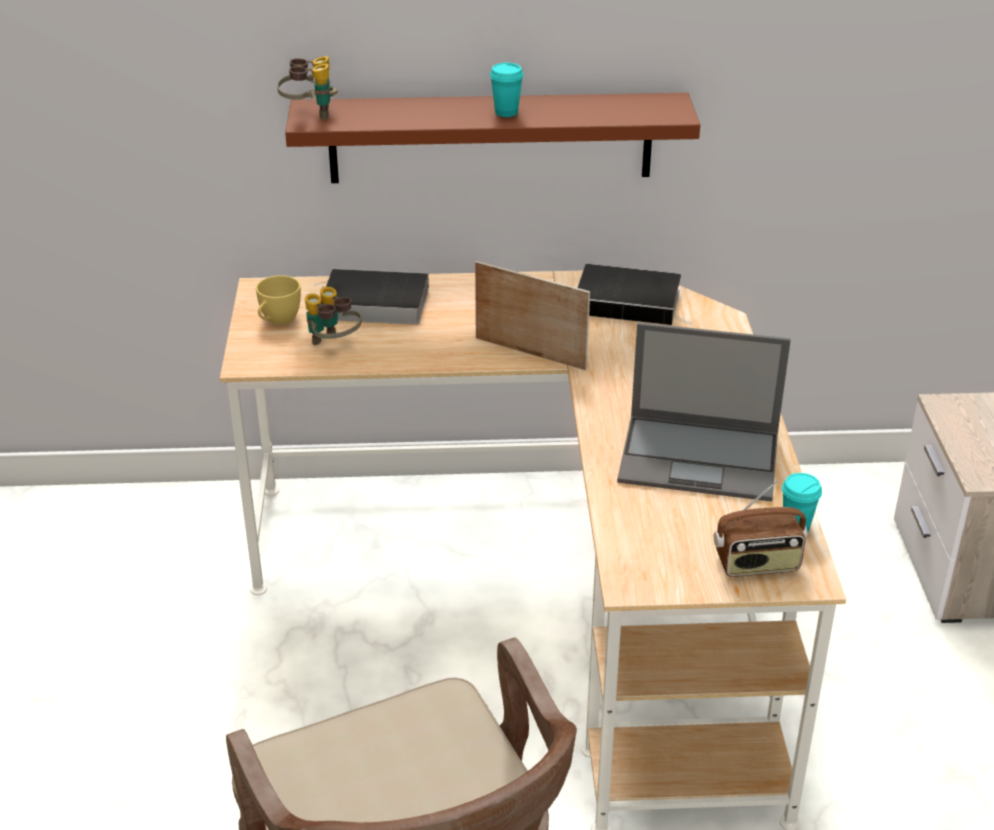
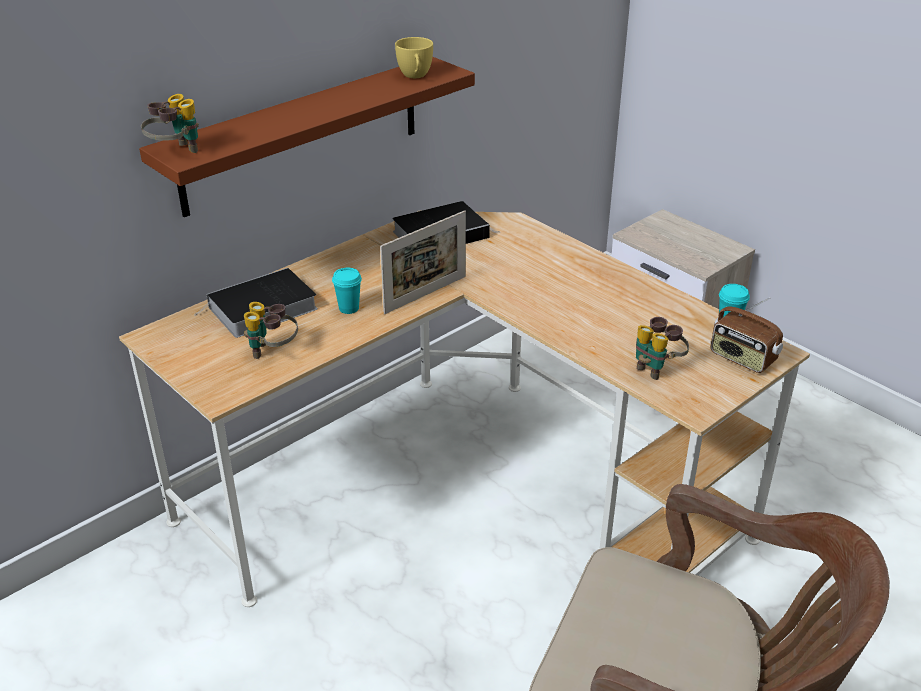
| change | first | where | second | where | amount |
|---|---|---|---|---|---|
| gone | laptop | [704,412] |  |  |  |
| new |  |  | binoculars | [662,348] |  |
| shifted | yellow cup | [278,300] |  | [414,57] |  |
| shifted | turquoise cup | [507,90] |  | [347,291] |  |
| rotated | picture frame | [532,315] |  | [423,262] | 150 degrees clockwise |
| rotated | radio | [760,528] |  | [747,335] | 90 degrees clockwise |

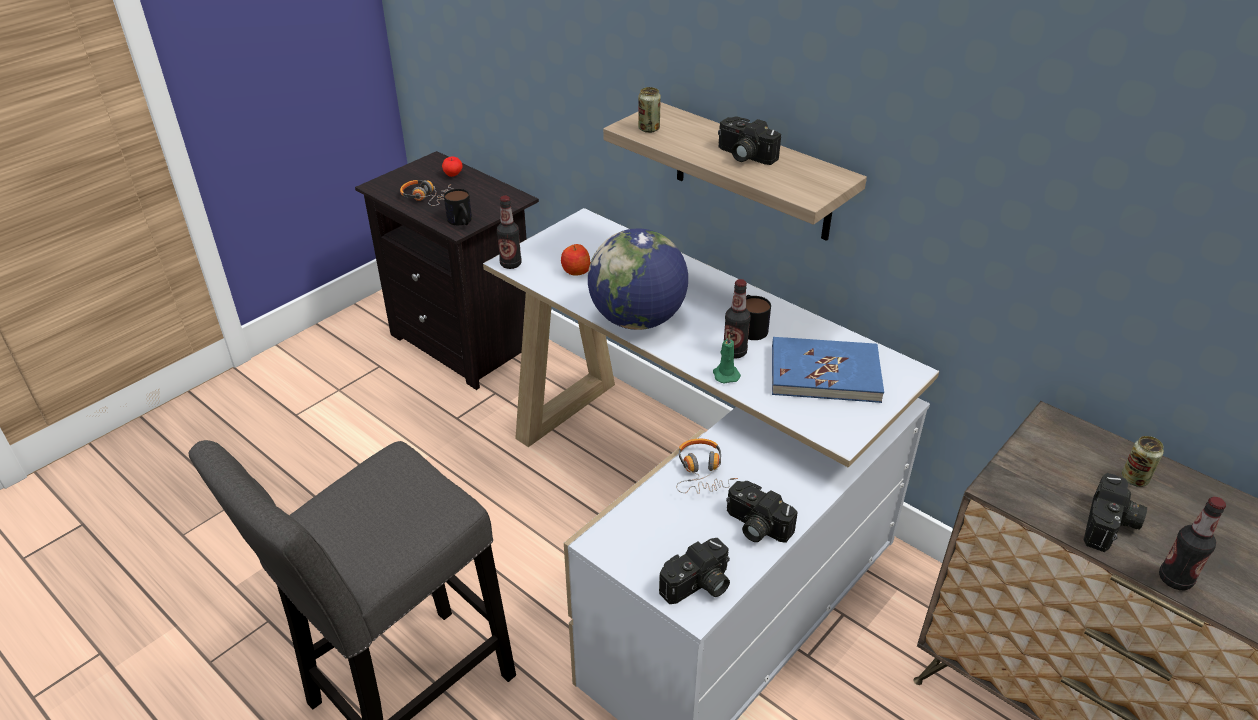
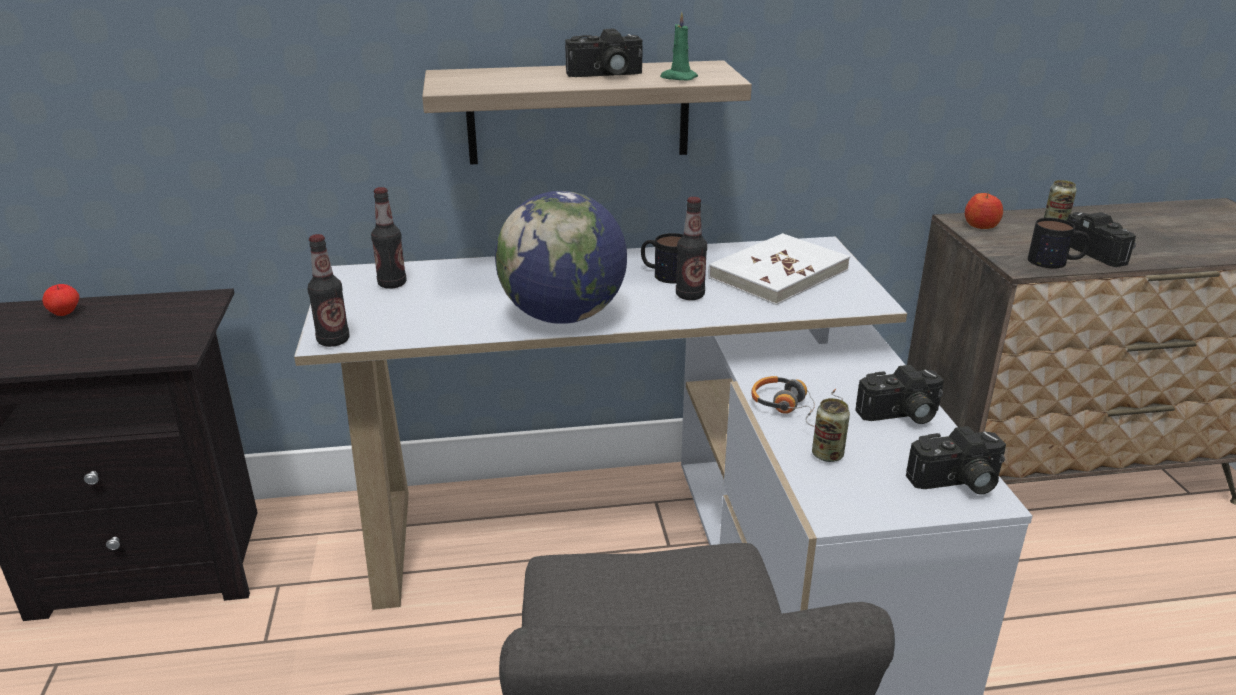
| change | first | where | second | where | amount |
|---|---|---|---|---|---|
| gone | headphones | [426,193] |  |  |  |
| shifted | mug | [458,207] |  | [1059,243] |  |
| shifted | apple | [575,259] |  | [984,210] |  |
| shifted | can | [649,110] |  | [831,430] |  |
| shifted | green candle | [727,358] |  | [679,46] |  |
| shifted | bottle | [1192,543] |  | [389,238] |  |
| repainted | blue book | [828,370] | white book | [779,269] |  |
| rotated | photo camera | [694,571] |  | [956,460] | 75 degrees clockwise |

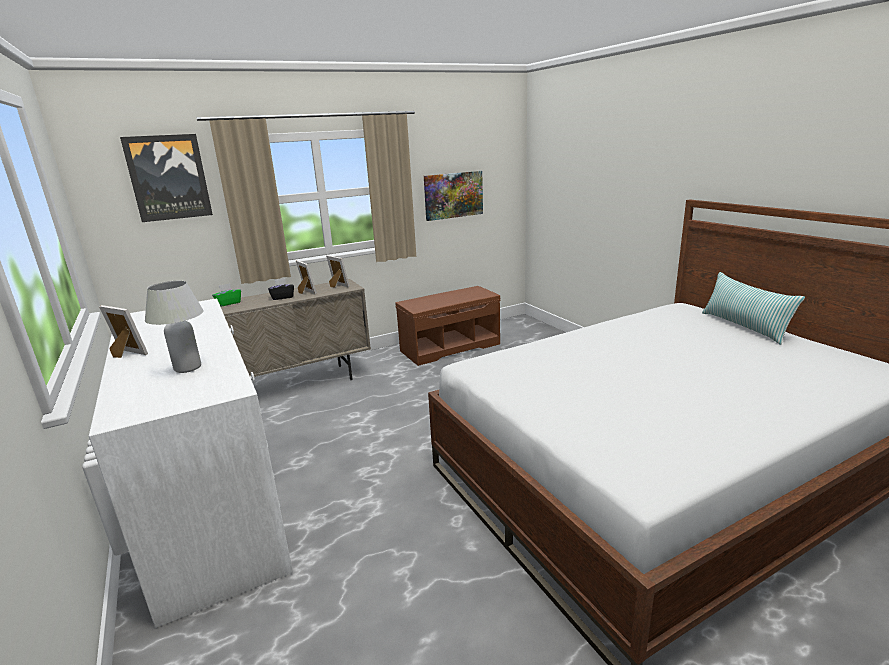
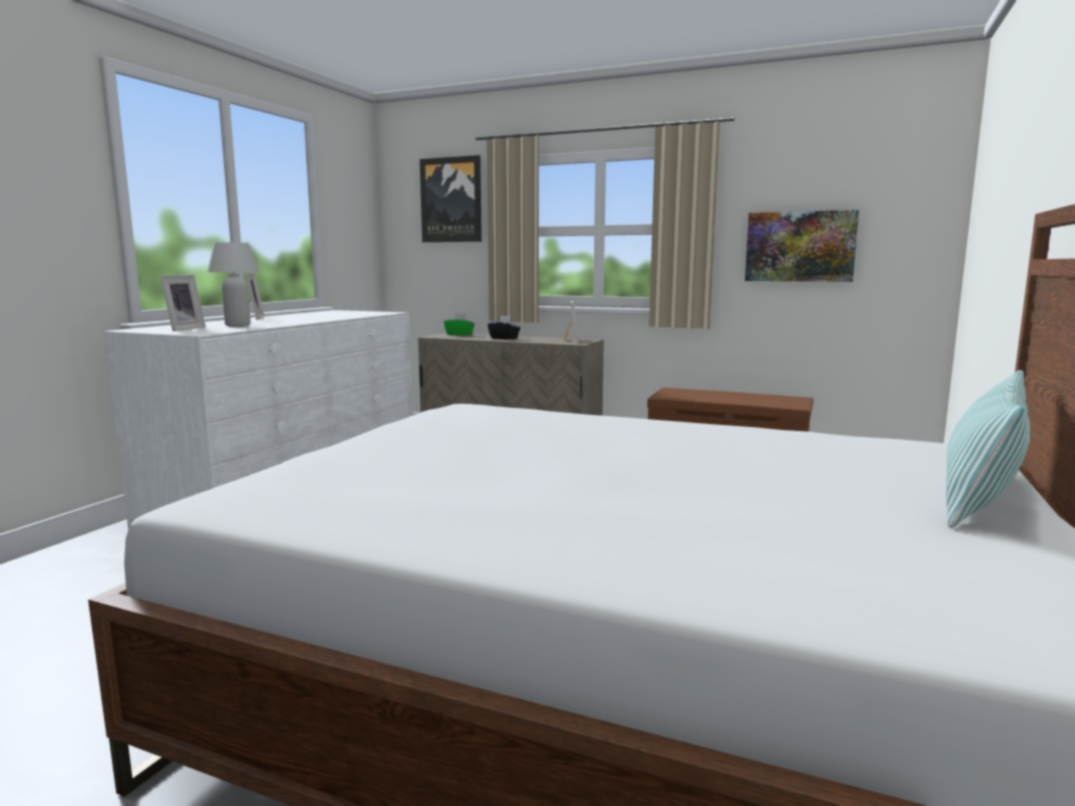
| change | first | where | second | where | amount |
|---|---|---|---|---|---|
| shifted | picture frame | [306,277] |  | [183,303] |  |

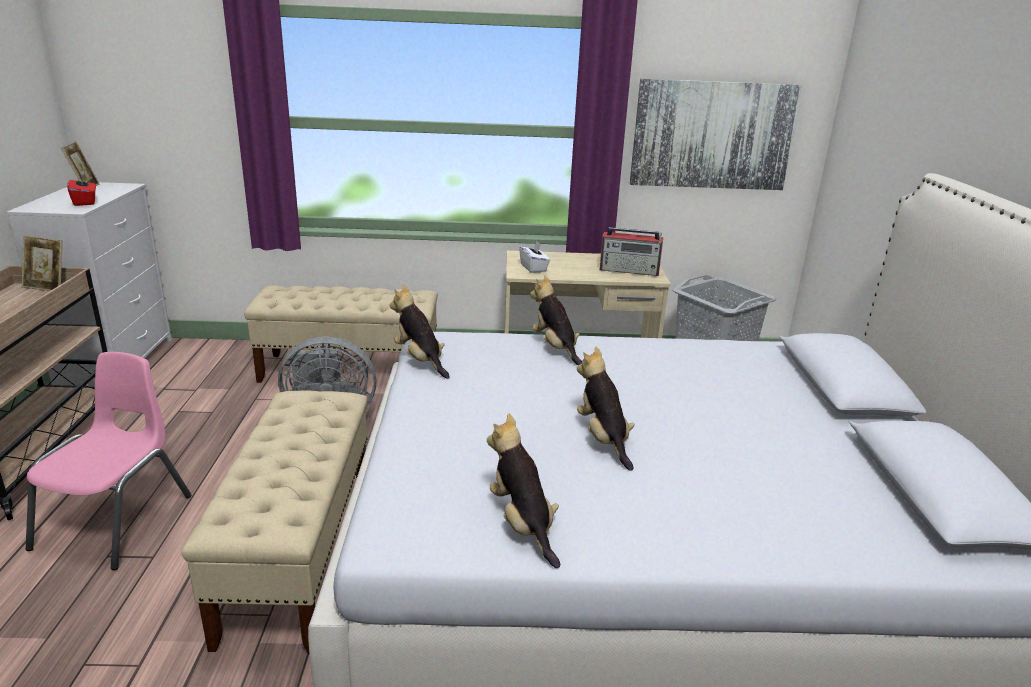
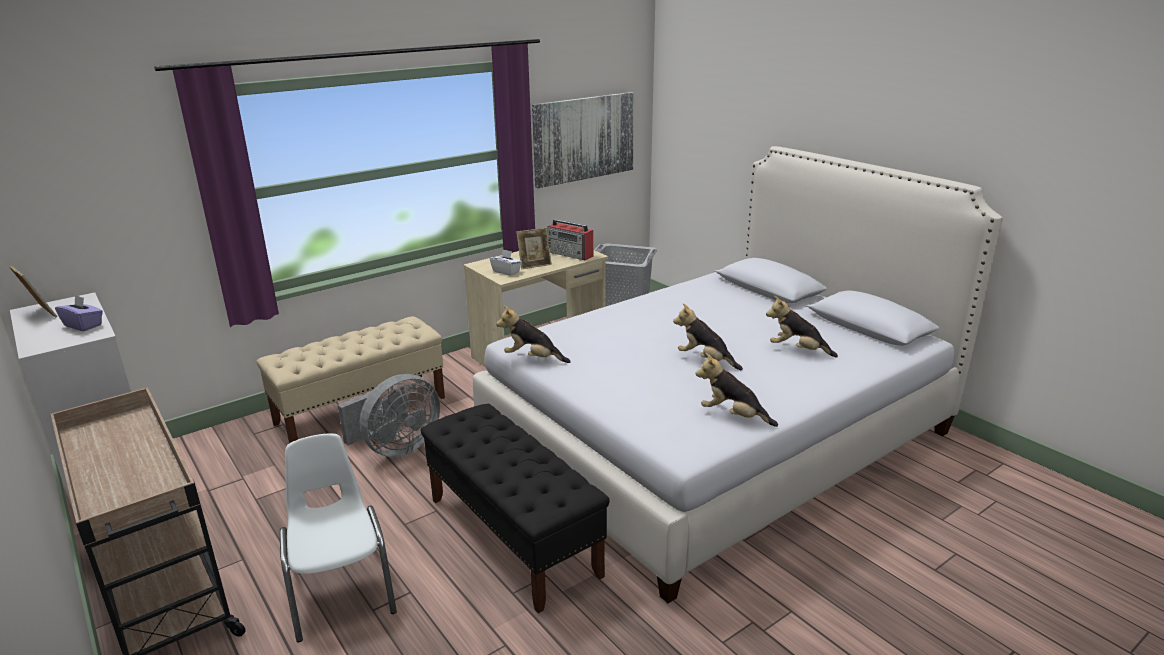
| change | first | where | second | where | amount |
|---|---|---|---|---|---|
| shifted | picture frame | [42,263] |  | [534,248] |  |
| shifted | plush toy | [556,320] |  | [802,327] |  |
| repainted | pink chair | [109,461] | white chair | [338,537] |  |
| repainted | red tissue box | [81,189] | purple tissue box | [79,313] |  |
| repainted | beige bench | [274,522] | black bench | [515,508] |  |
| rotated | radio | [631,251] |  | [570,240] | 60 degrees clockwise |

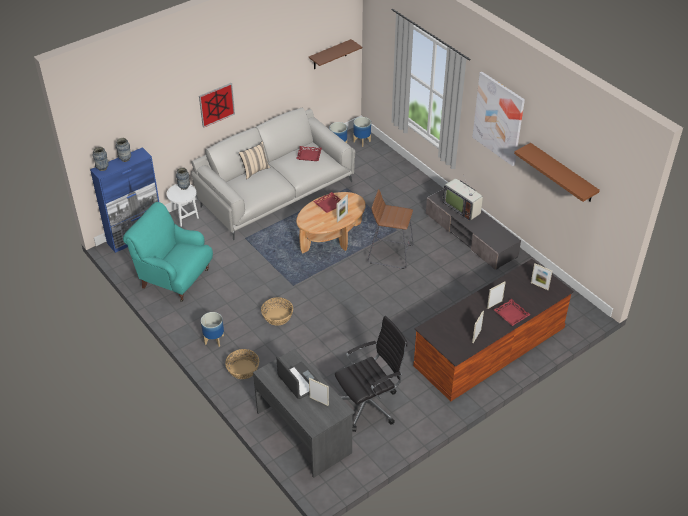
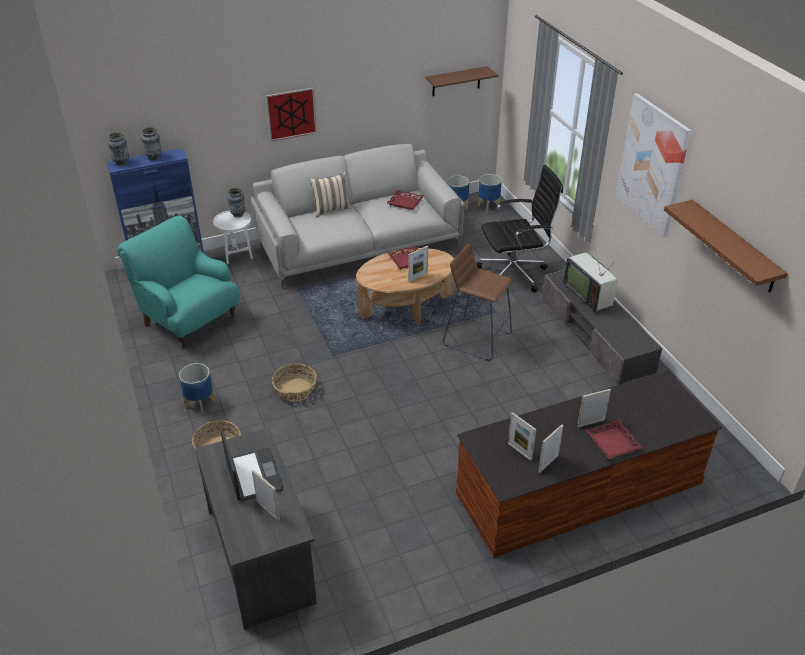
| change | first | where | second | where | amount |
|---|---|---|---|---|---|
| shifted | black office chair | [371,374] |  | [519,229] |  |
| shifted | picture frame | [542,277] |  | [522,436] |  |

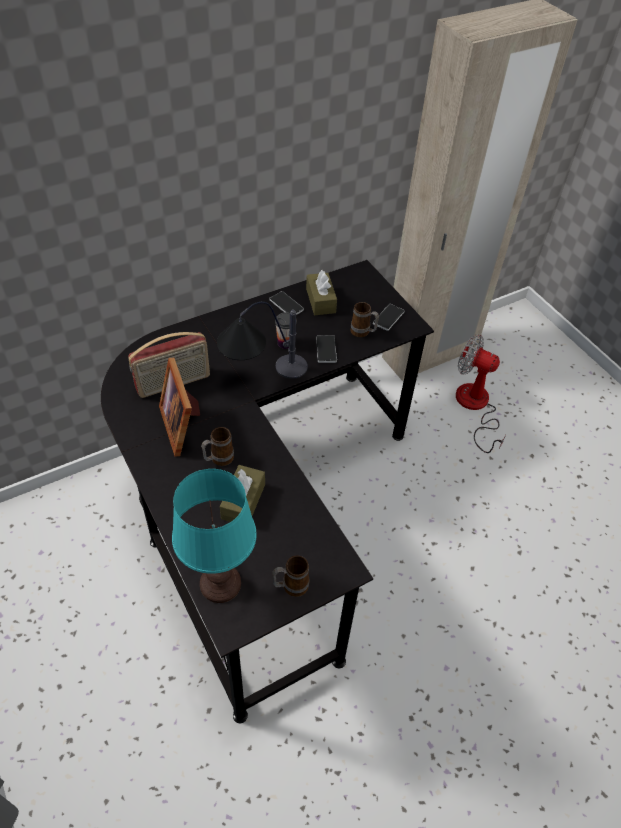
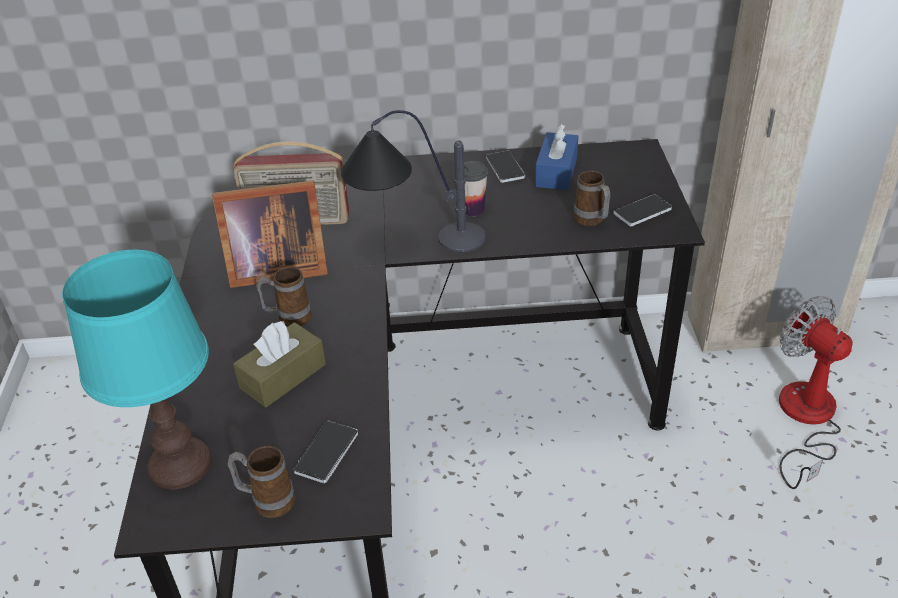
| change | first | where | second | where | amount |
|---|---|---|---|---|---|
| shifted | phone | [326,349] |  | [325,452] |  |
| repainted | brown tissue box | [321,292] | blue tissue box | [556,157] |  |
| rotated | picture frame | [179,407] |  | [270,234] | 105 degrees counterclockwise |

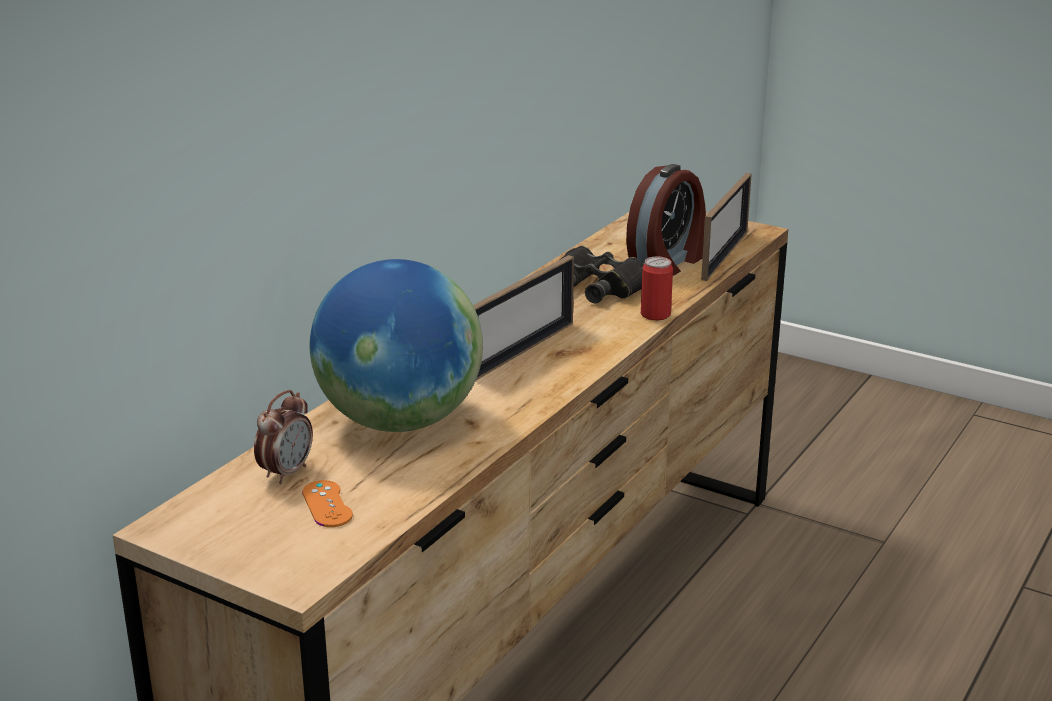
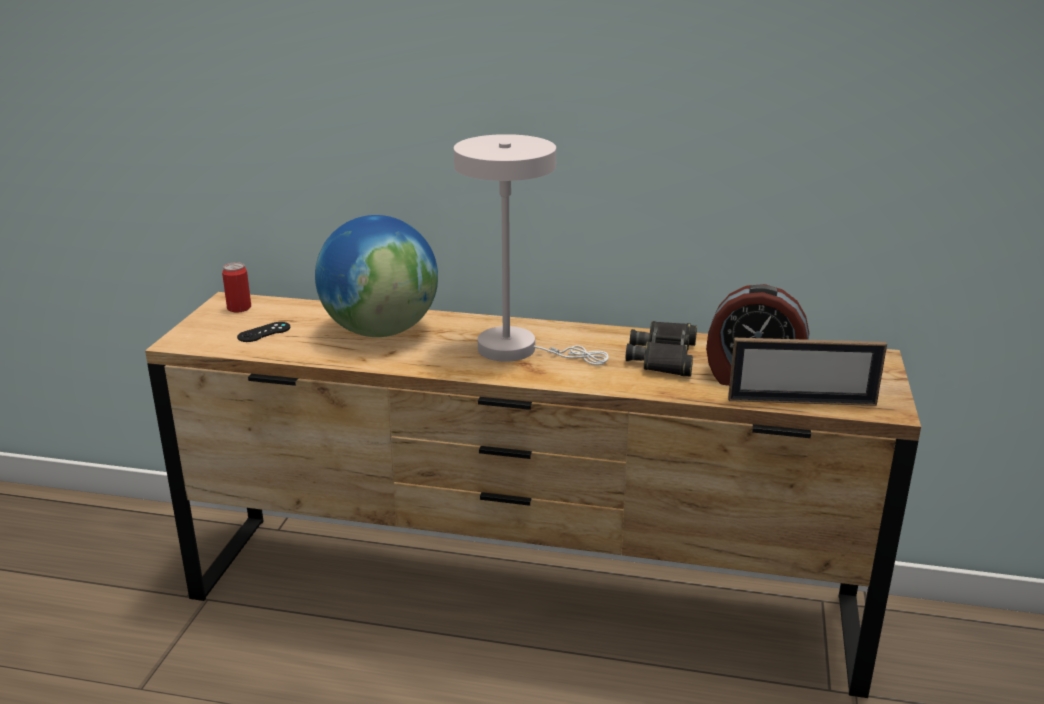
| change | first | where | second | where | amount |
|---|---|---|---|---|---|
| gone | alarm clock | [283,437] |  |  |  |
| shifted | can | [657,288] |  | [236,287] |  |
| swapped | picture frame | [523,317] | white table lamp | [531,249] |  |
| repainted | orange game controller | [327,503] | black game controller | [263,332] |  |

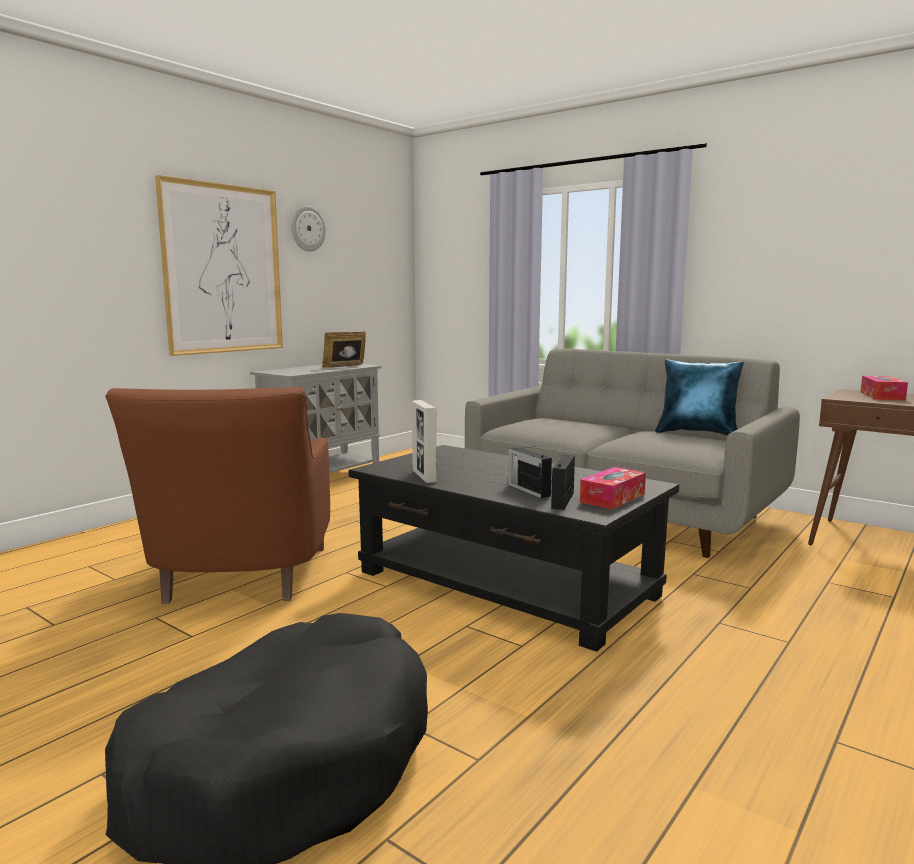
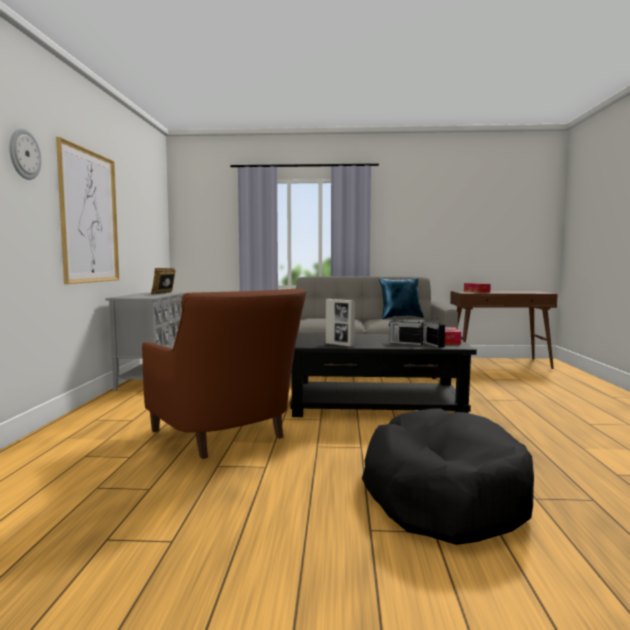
| change | first | where | second | where | amount |
|---|---|---|---|---|---|
| shifted | wall clock | [308,229] |  | [25,154] |  |

